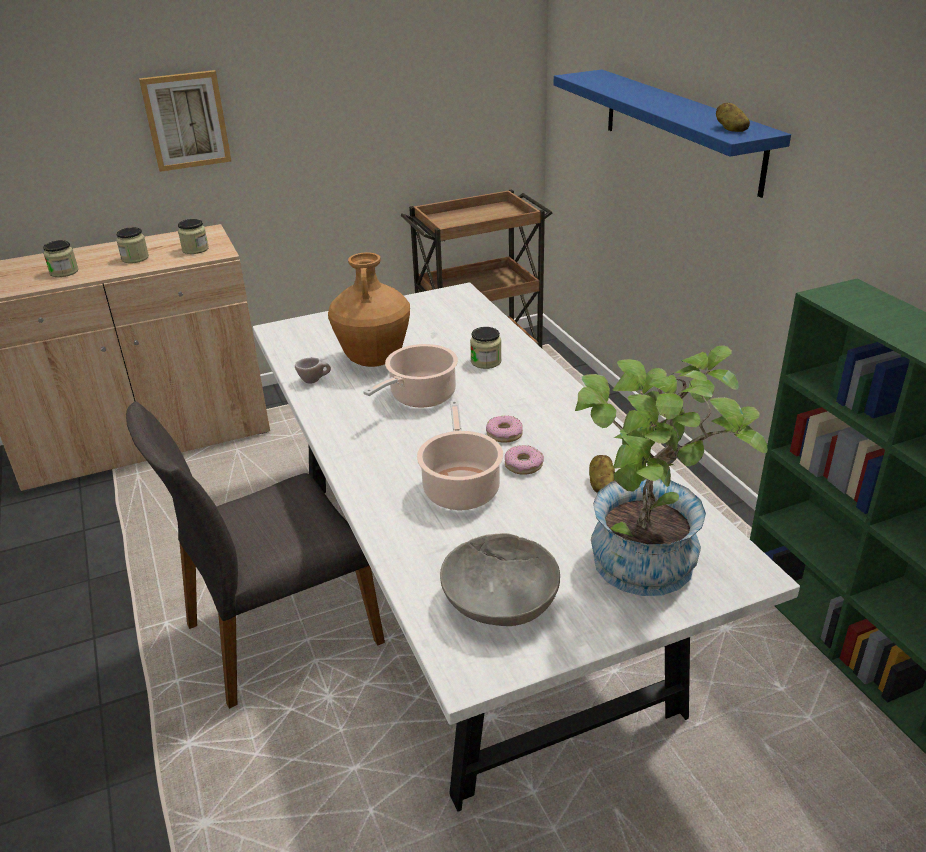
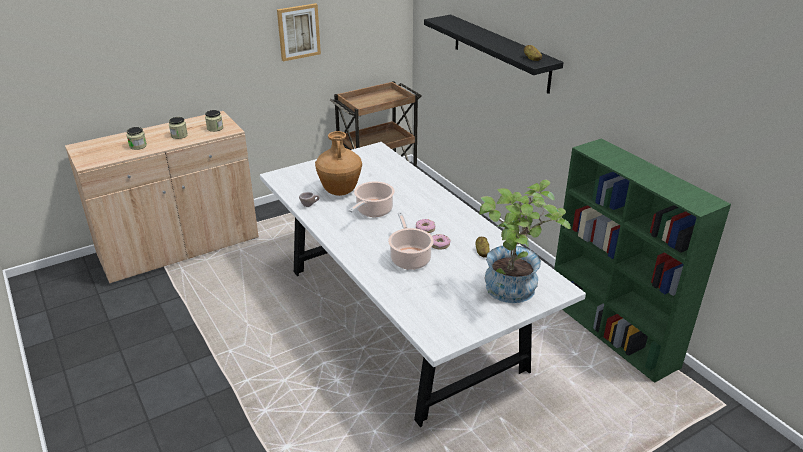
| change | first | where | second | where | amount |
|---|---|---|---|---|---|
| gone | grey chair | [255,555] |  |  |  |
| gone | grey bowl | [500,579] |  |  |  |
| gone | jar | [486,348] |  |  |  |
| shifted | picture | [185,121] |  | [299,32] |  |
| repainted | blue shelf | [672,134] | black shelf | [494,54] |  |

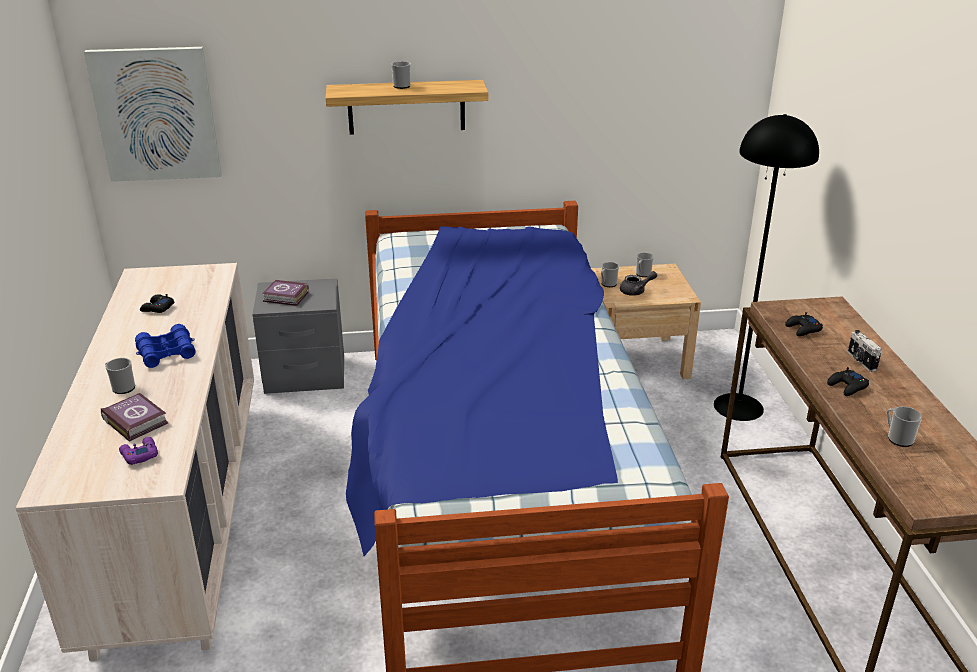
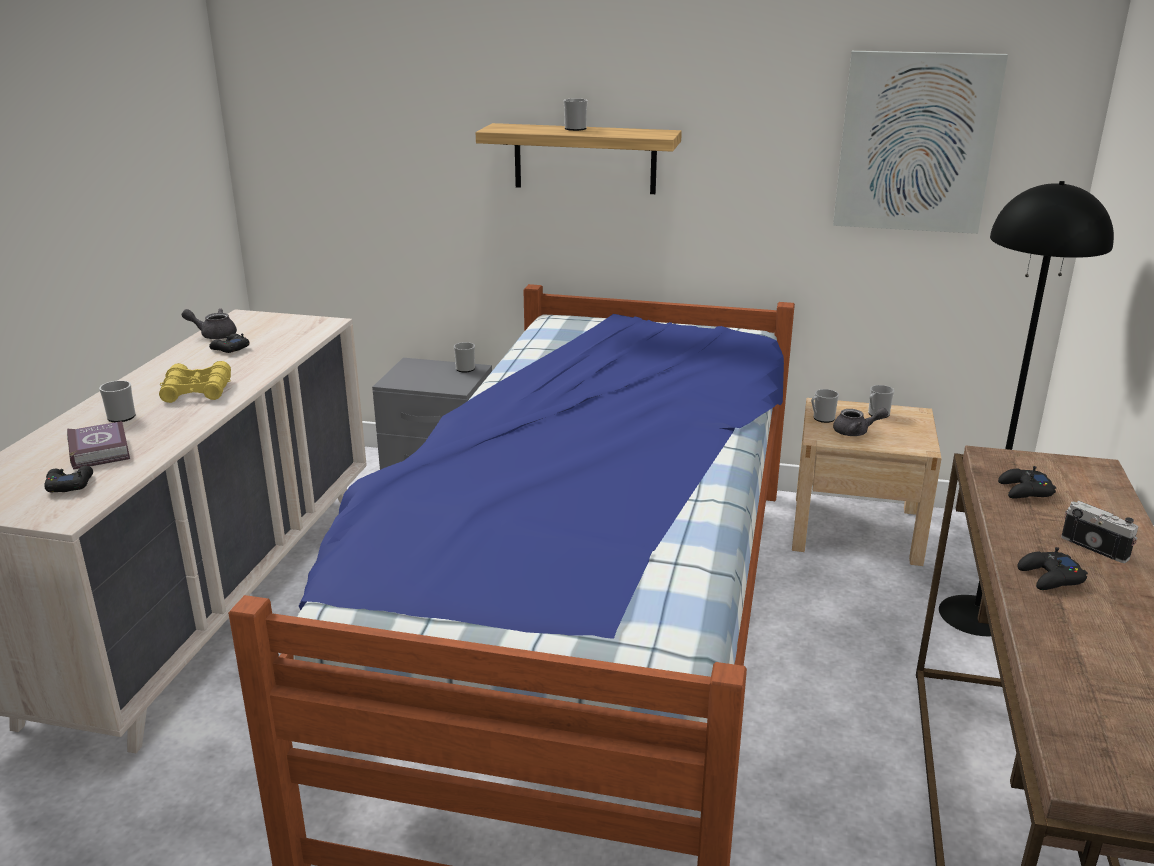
| change | first | where | second | where | amount |
|---|---|---|---|---|---|
| gone | book | [285,293] |  |  |  |
| new |  |  | grey teapot | [209,323] |  |
| shifted | picture | [153,114] |  | [920,142] |  |
| shifted | mug | [904,426] |  | [464,357] |  |
| repainted | purple game controller | [138,451] | black game controller | [68,479] |  |
| repainted | blue binoculars | [165,346] | yellow binoculars | [195,382] |  |
| rotated | photo camera | [864,351] |  | [1099,532] | 135 degrees clockwise |

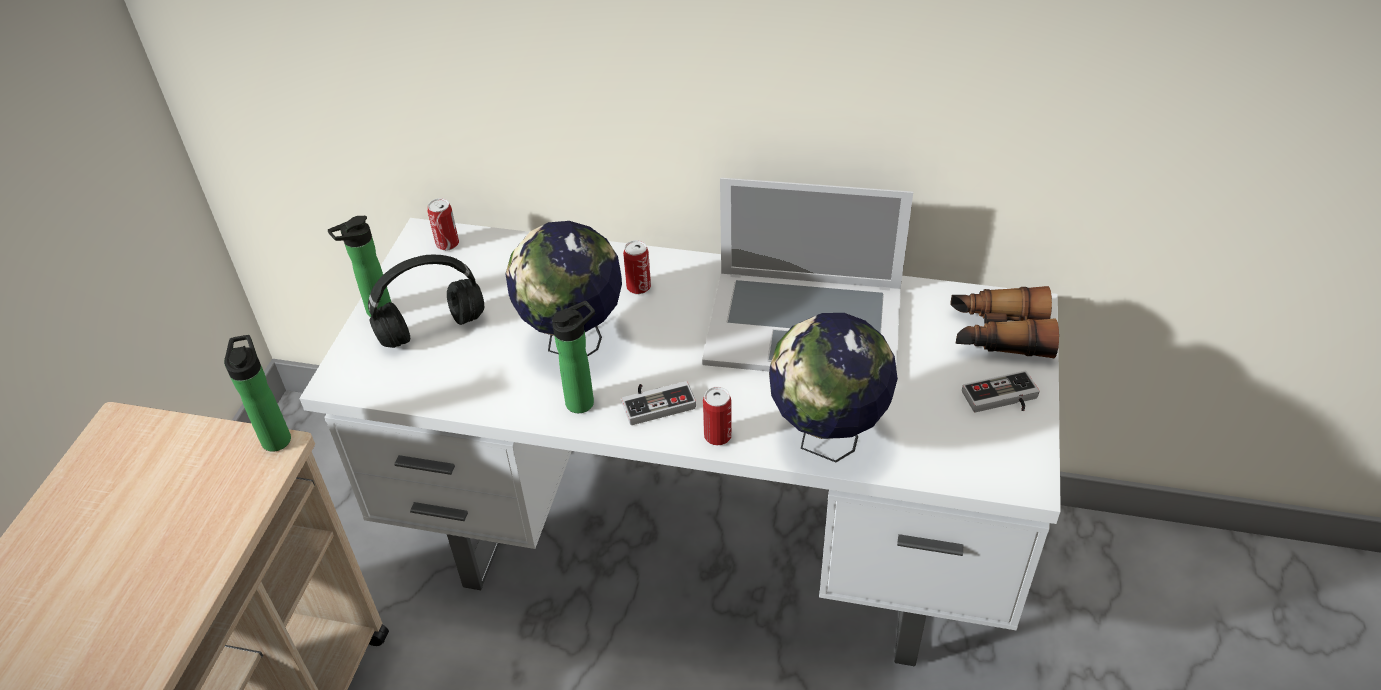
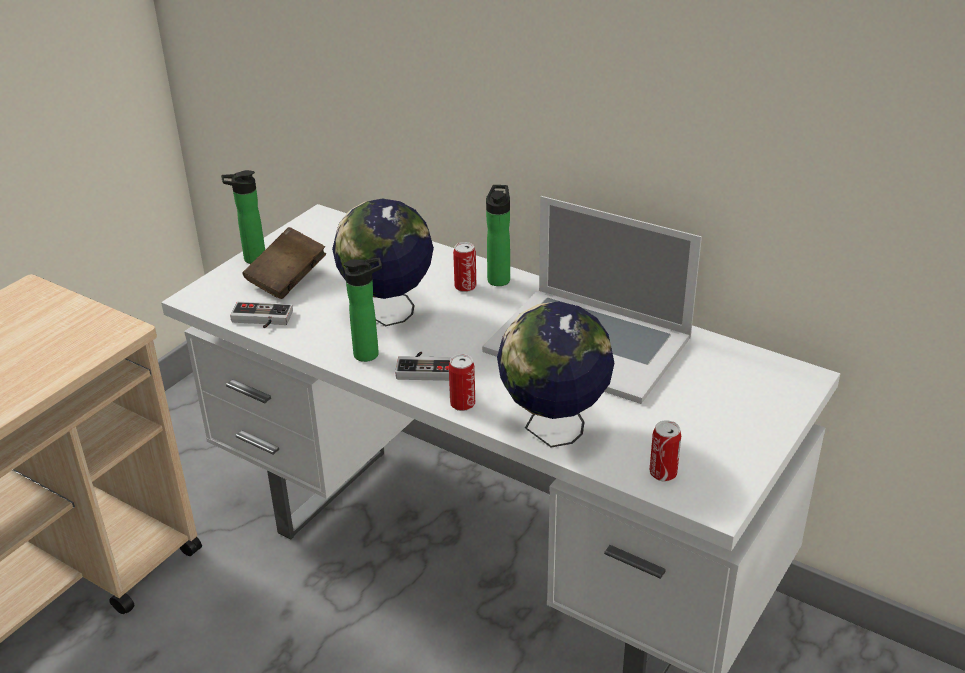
| change | first | where | second | where | amount |
|---|---|---|---|---|---|
| gone | binoculars | [1004,322] |  |  |  |
| shifted | bottle | [257,393] |  | [498,235] |  |
| shifted | can | [443,224] |  | [665,451] |  |
| shifted | game controller | [1000,392] |  | [261,315] |  |
| swapped | black headphones | [426,301] | brown book | [284,263] |  |

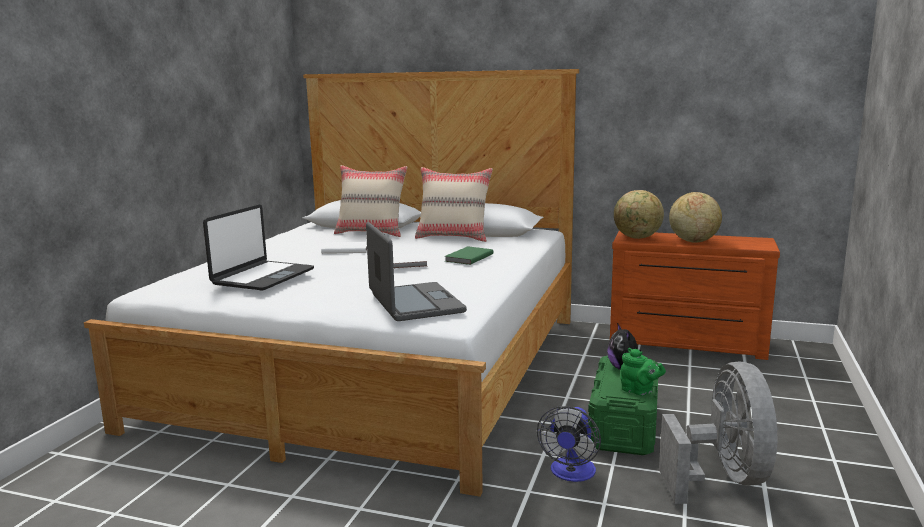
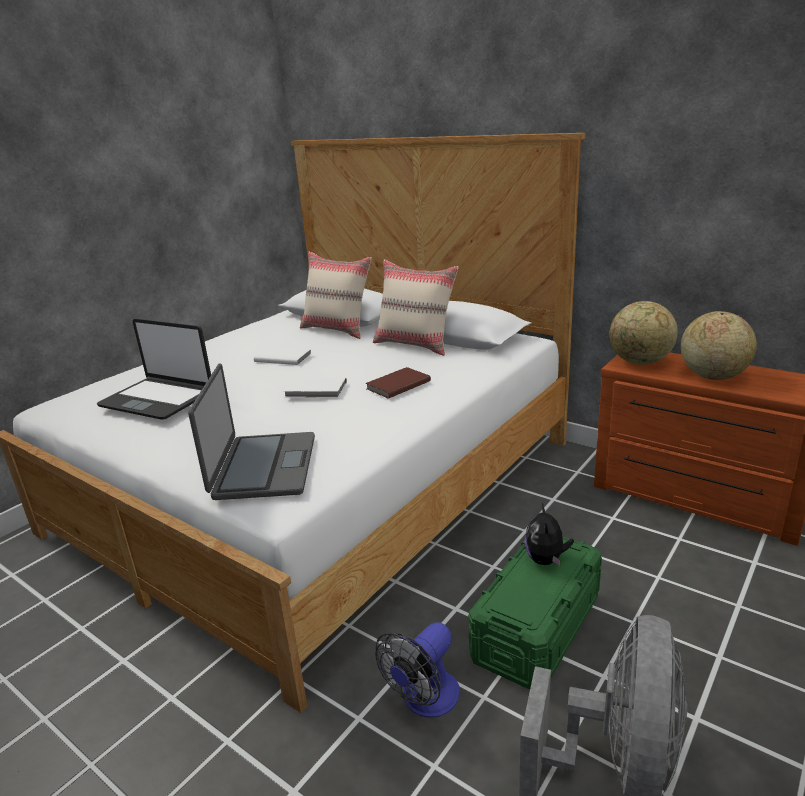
| change | first | where | second | where | amount |
|---|---|---|---|---|---|
| gone | green teapot | [643,372] |  |  |  |
| repainted | green book | [469,255] | brown book | [398,383] |  |
| rotated | laptop | [258,247] |  | [154,369] | 75 degrees clockwise |

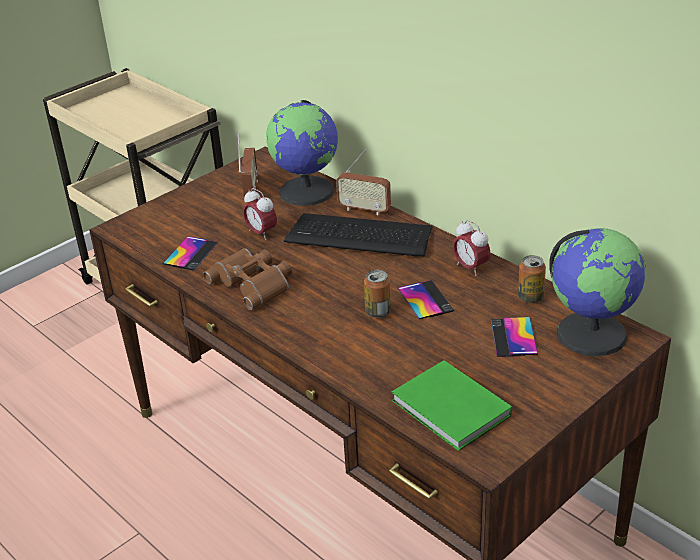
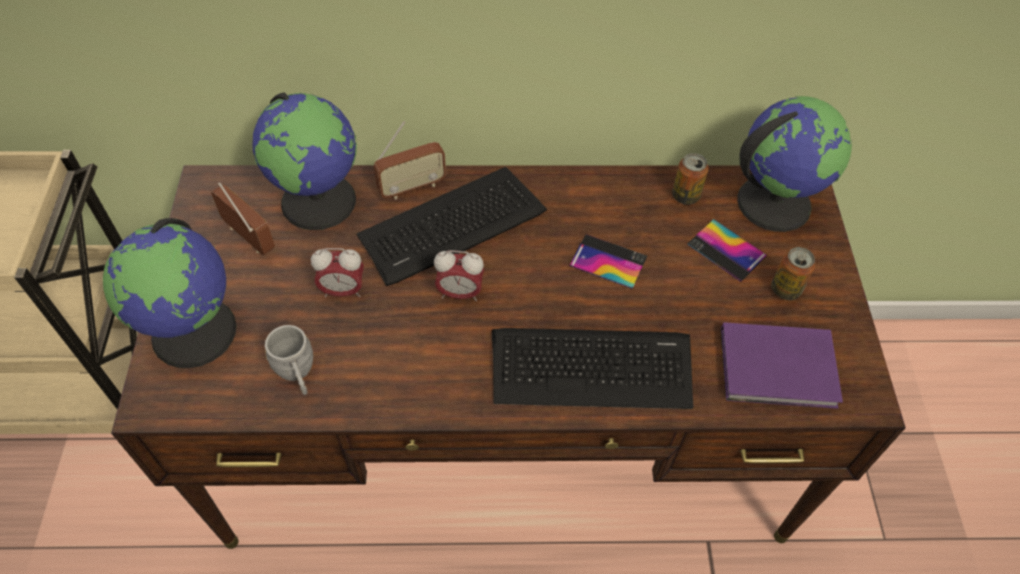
| change | first | where | second | where | amount |
|---|---|---|---|---|---|
| gone | brown binoculars | [247,279] |  |  |  |
| new |  |  | globe | [169,293] |  |
| new |  |  | keyboard | [592,368] |  |
| shifted | can | [377,294] |  | [793,273] |  |
| shifted | alarm clock | [471,248] |  | [459,275] |  |
| swapped | phone | [190,253] | grey mug | [289,360] |  |
| repainted | green book | [451,405] | purple book | [781,365] |  |

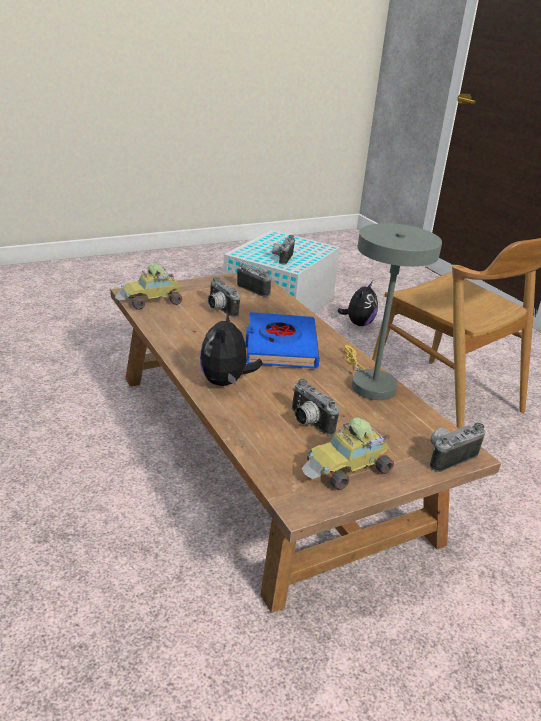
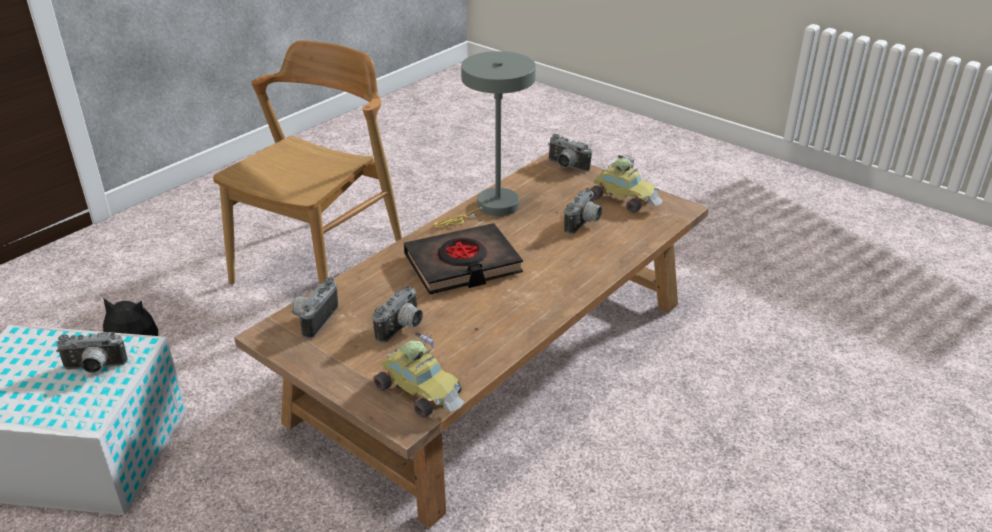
| change | first | where | second | where | amount |
|---|---|---|---|---|---|
| gone | plush toy | [231,347] |  |  |  |
| repainted | blue book | [283,340] | black book | [463,259] |  |

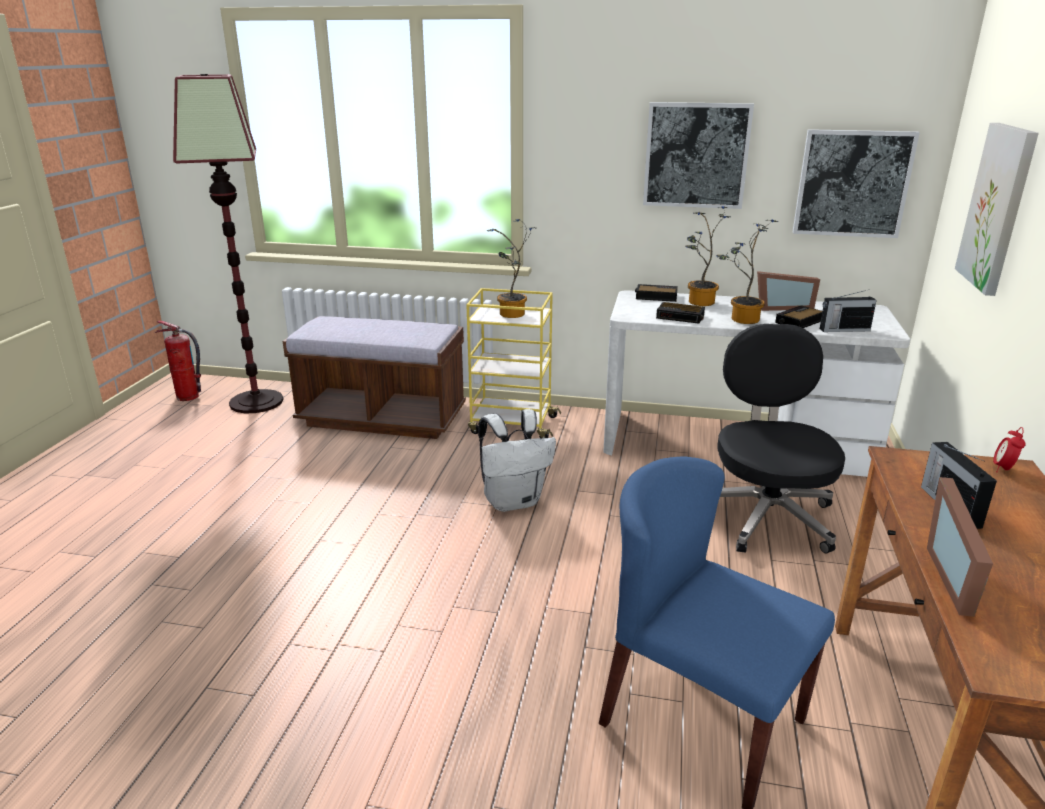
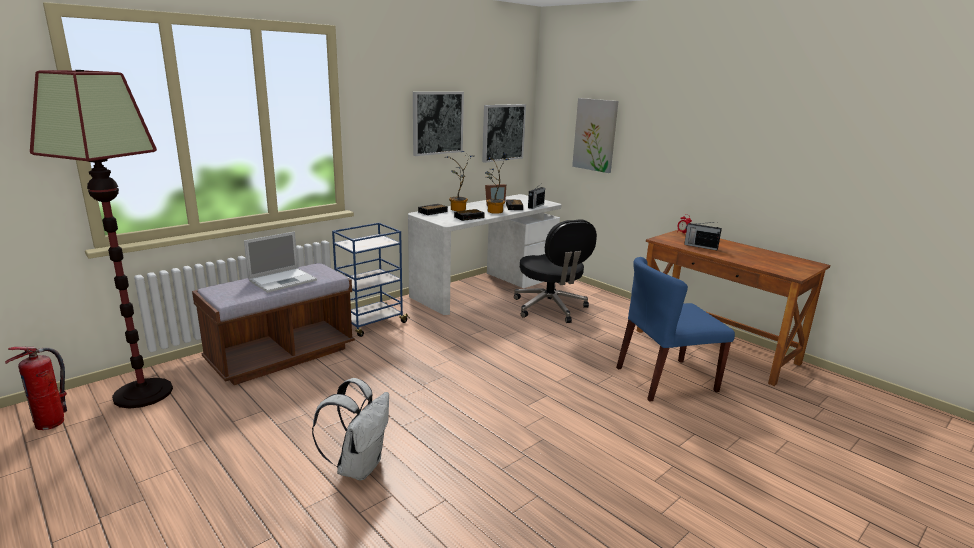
| change | first | where | second | where | amount |
|---|---|---|---|---|---|
| gone | potted plant | [511,268] |  |  |  |
| gone | picture frame | [960,547] |  |  |  |
| new |  |  | laptop | [280,262] |  |
| shifted | white backpack | [517,460] |  | [350,429] |  |
| repainted | yellow cart | [513,363] | blue cart | [371,280] |  |
| rotated | black office chair | [781,439] |  | [555,271] | 150 degrees counterclockwise |

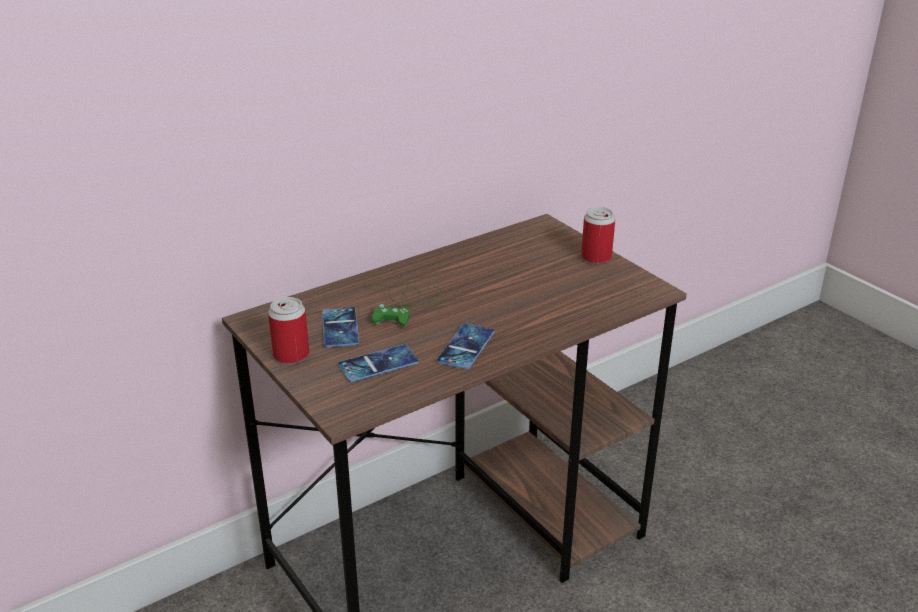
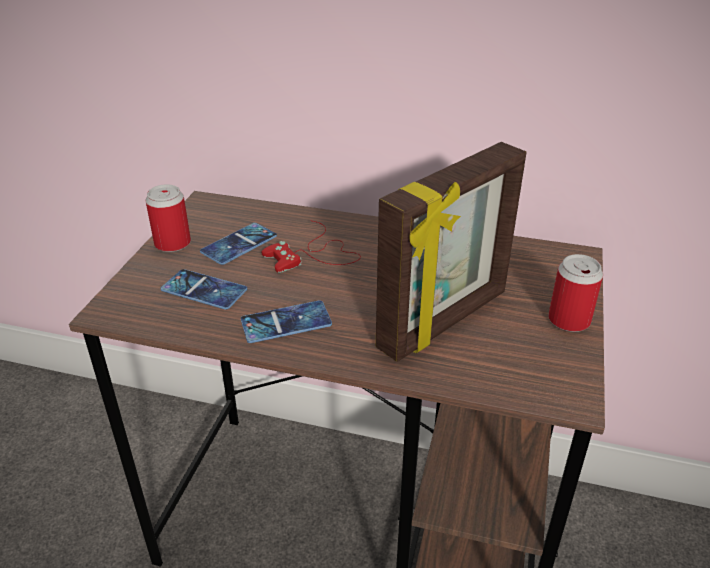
| change | first | where | second | where | amount |
|---|---|---|---|---|---|
| new |  |  | picture frame | [451,252] |  |
| repainted | green game controller | [401,305] | red game controller | [311,247] |  |

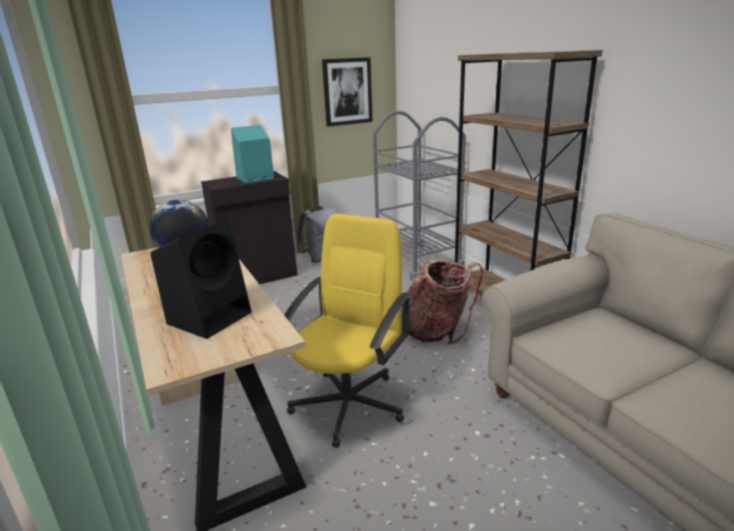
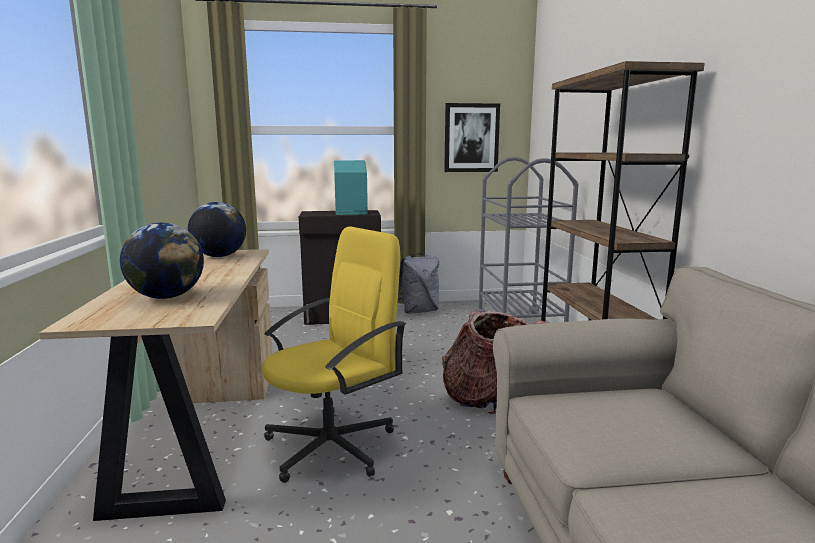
| change | first | where | second | where | amount |
|---|---|---|---|---|---|
| swapped | black speaker | [200,279] | globe | [162,261] |  |

